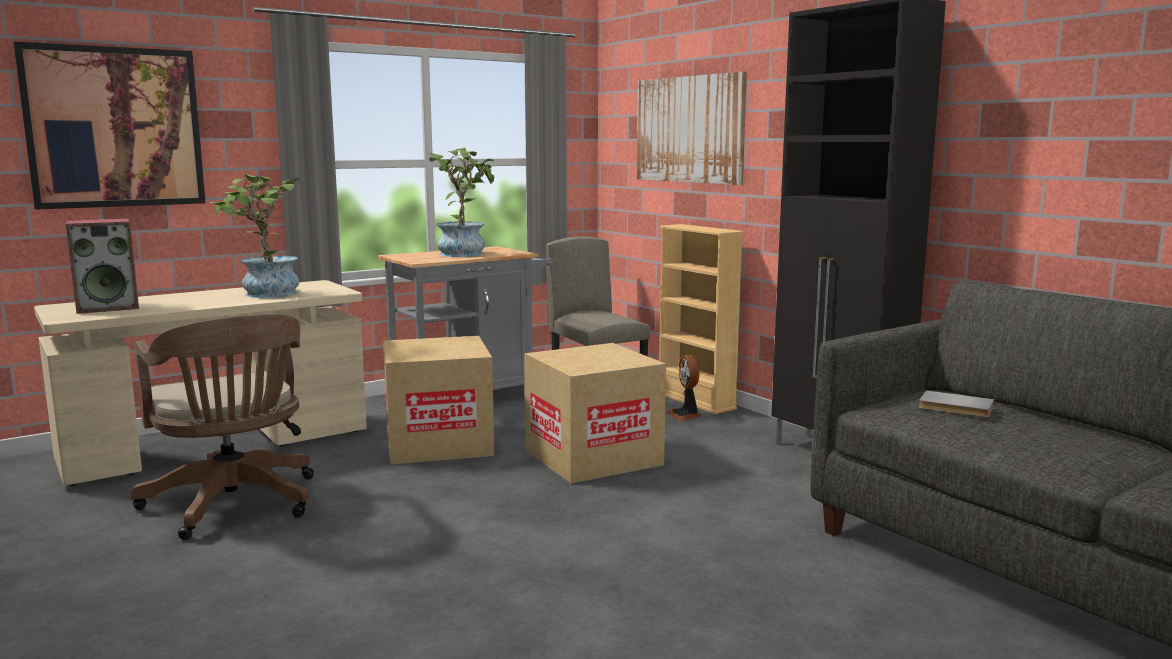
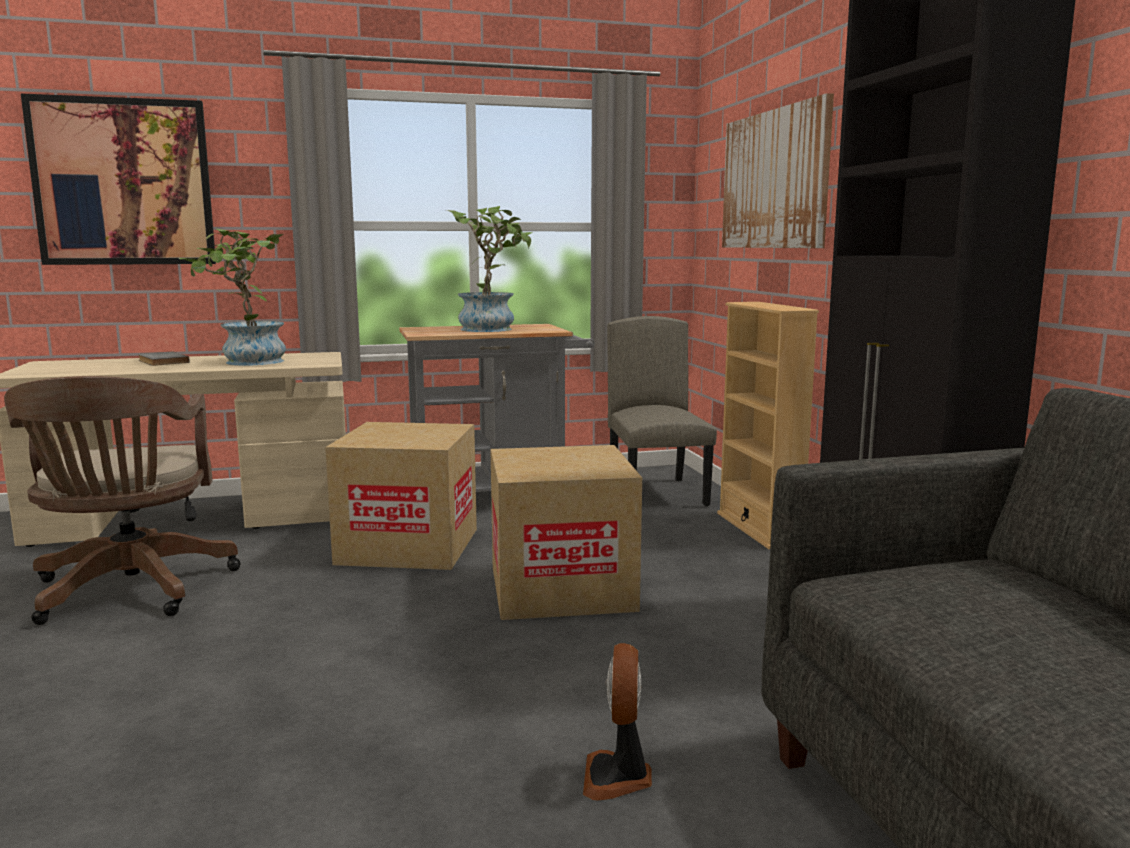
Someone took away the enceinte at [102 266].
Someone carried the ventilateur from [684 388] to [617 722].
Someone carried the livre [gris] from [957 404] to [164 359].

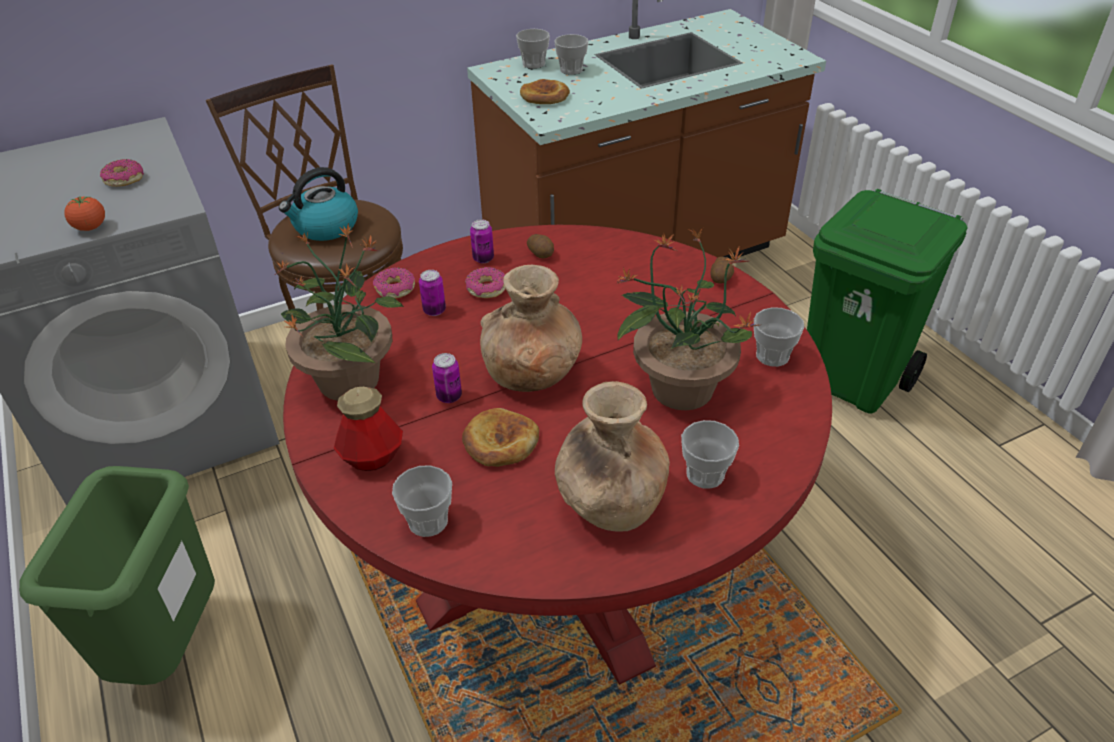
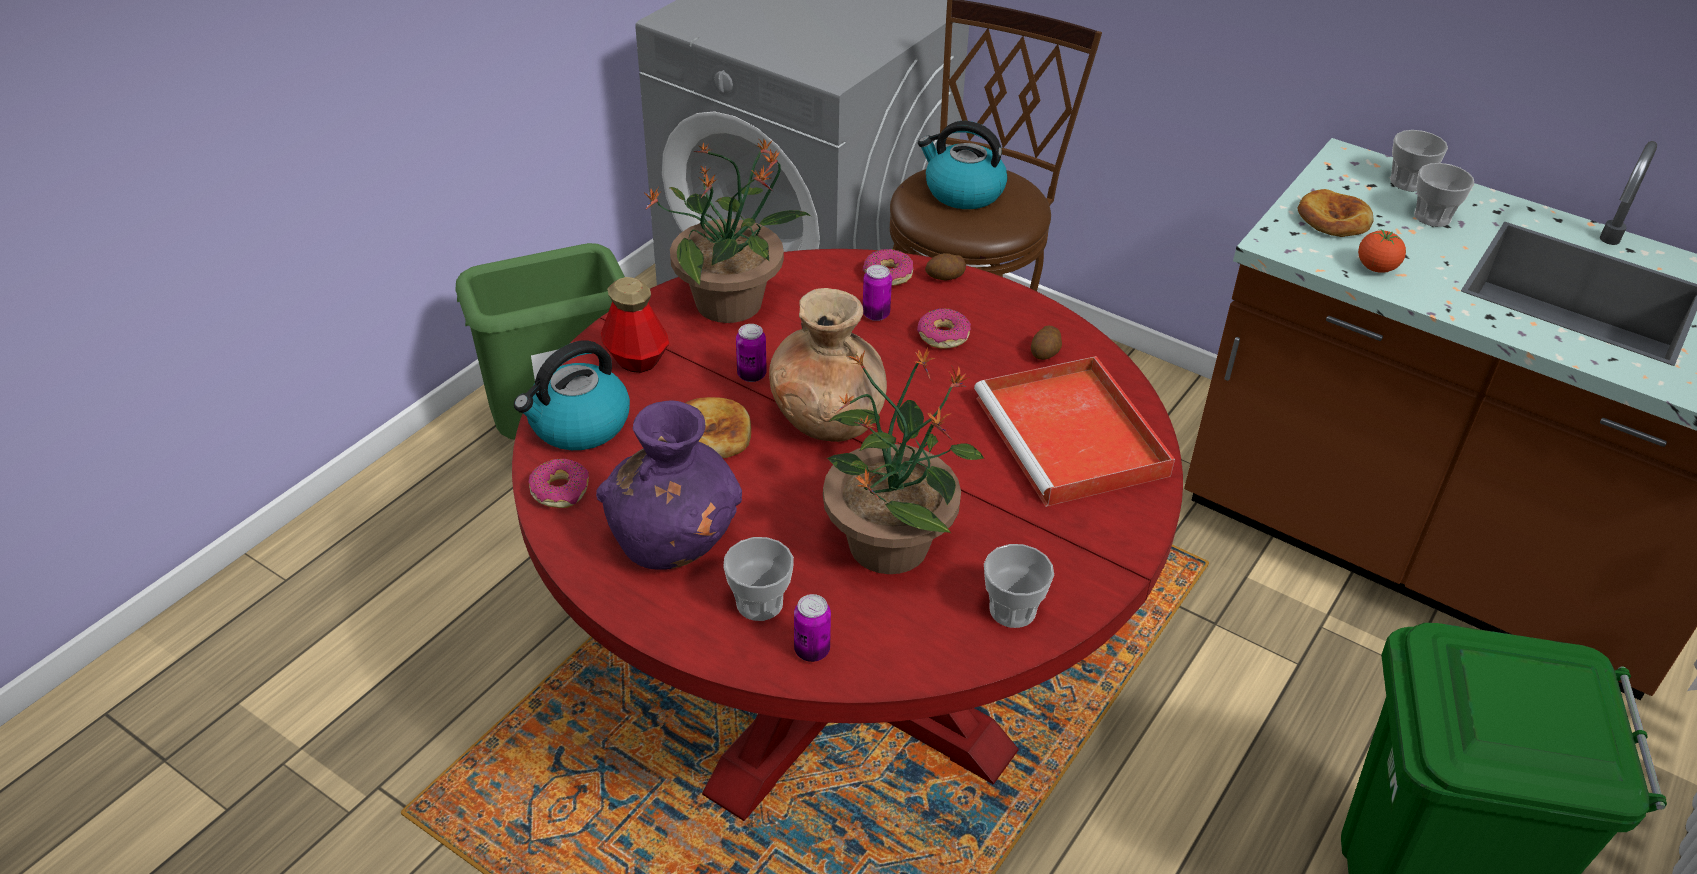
Someone carried the tomate from [84 213] to [1382 251].
Someone carried the beignet from [122 173] to [558 483].
Someone swapped the tasse at [422 501] for the bouilloire at [572 395].
Someone carried the boîte métallique from [482 241] to [812 628].
Someone repainted the vase [marron] at [612 456], which became the vase [violet] at [669 485].
Someone carried the pomme de terre from [722 270] to [945 266].
Someone put down the plateau [rouge] at [1074 431].

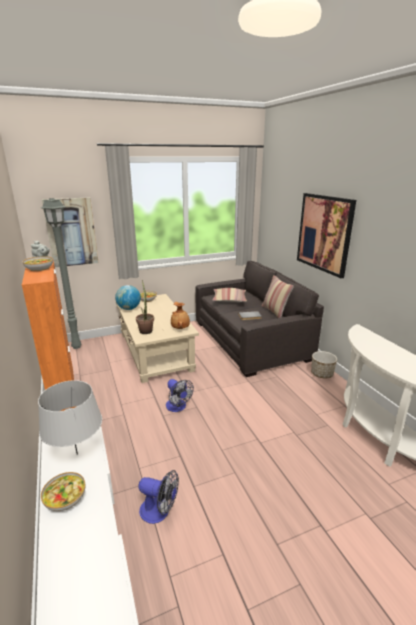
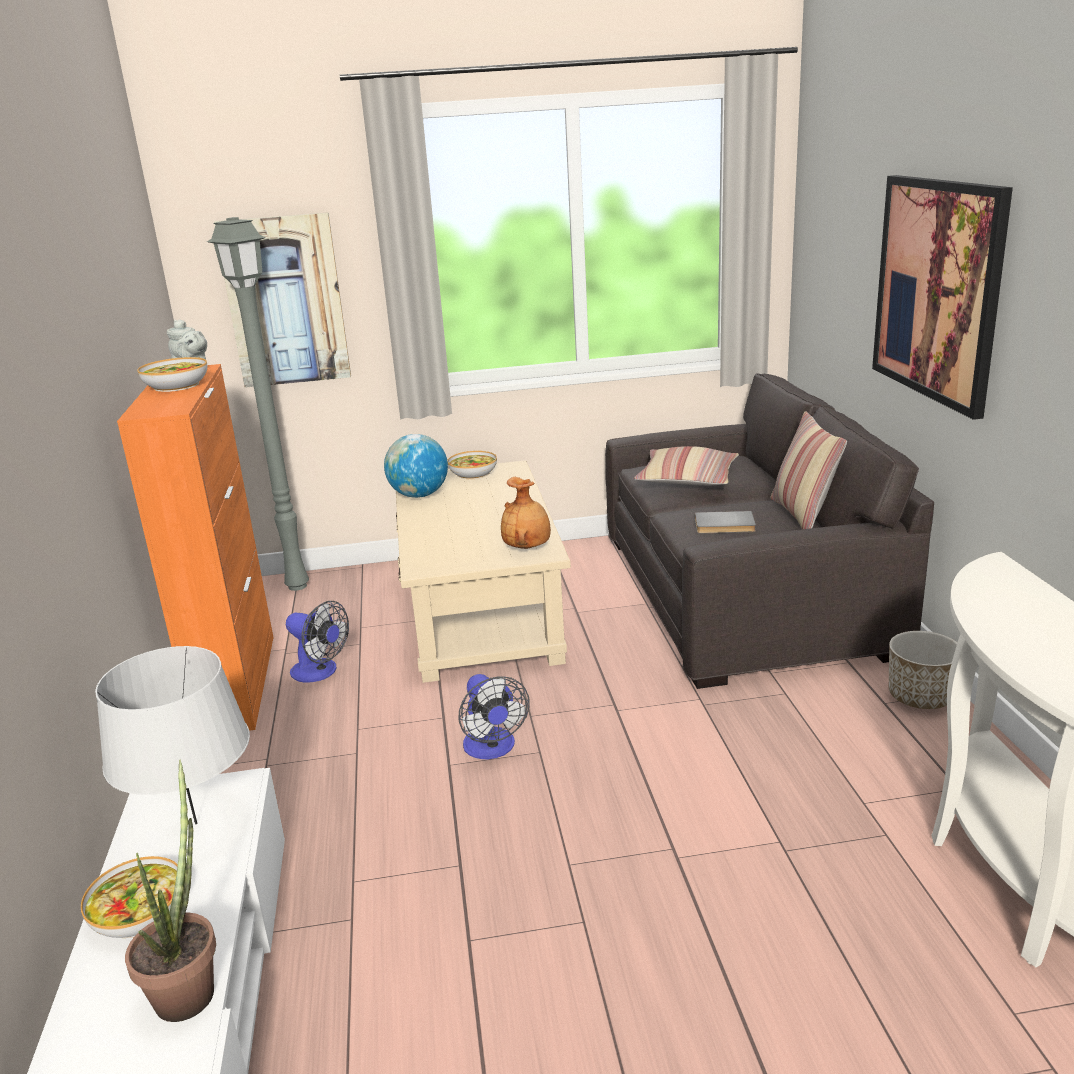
Someone carried the plante en pot from [145 307] to [170 891].
Someone carried the ventilateur from [158 497] to [317 642].

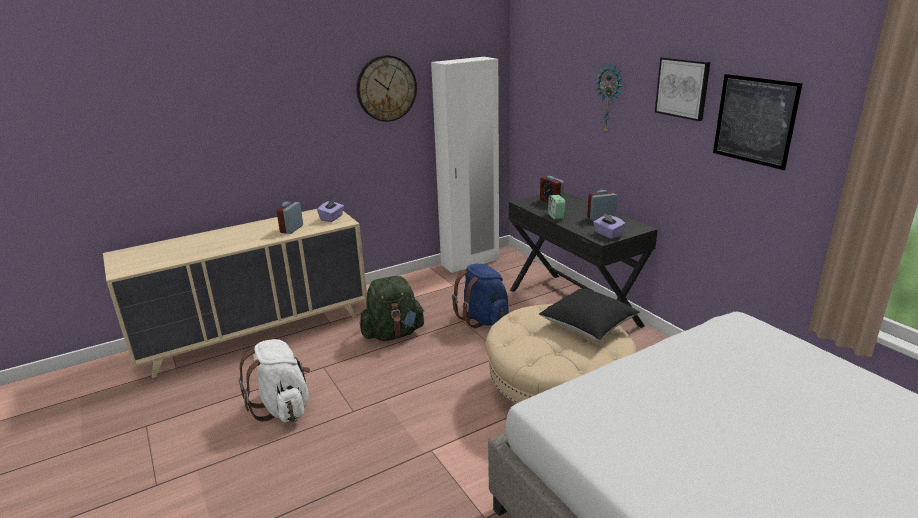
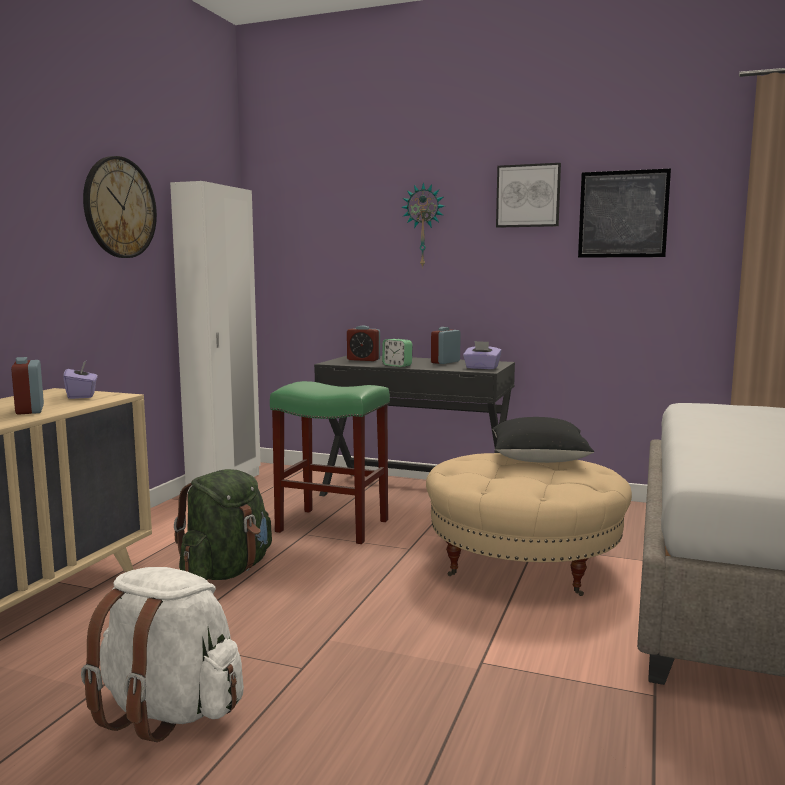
Someone swapped the sac à dos [bleu] at [480 296] for the tabouret [vert] at [330 462].

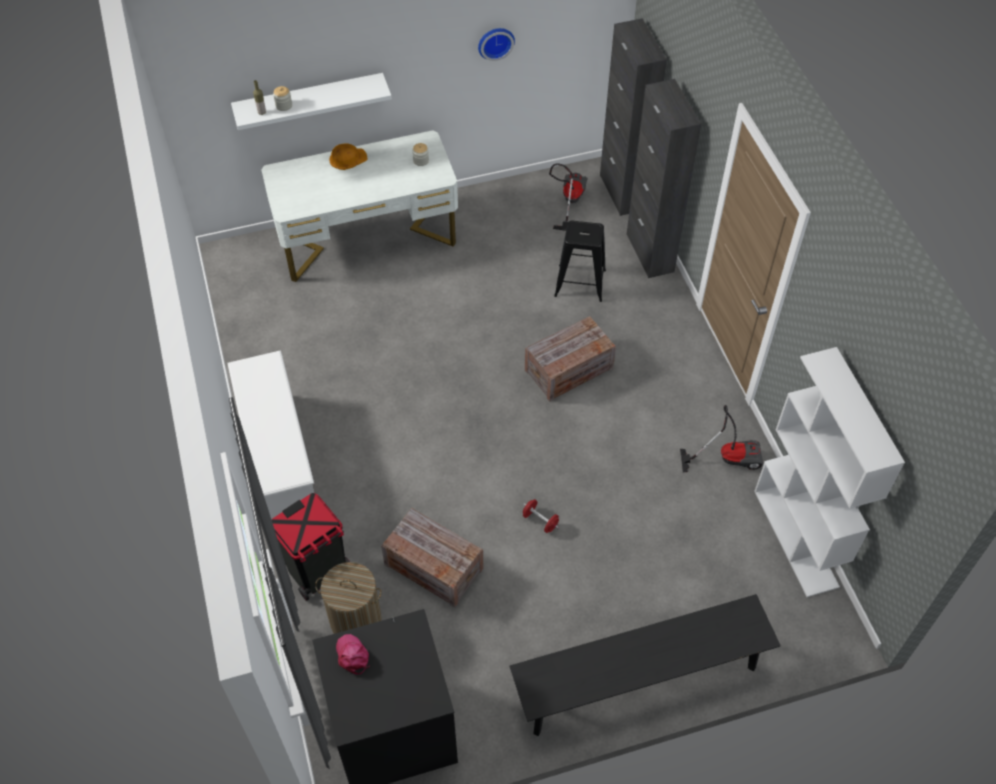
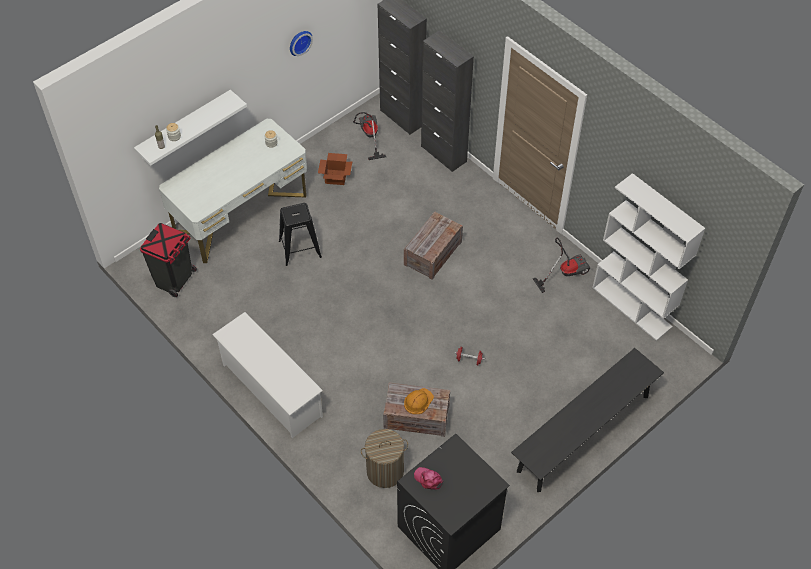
Someone carried the poubelle [noir] from [310 547] to [168 260].
Someone carried the casque de chantier [orange] from [348 156] to [419 401].
Someone carried the tabouret [noir] from [580 261] to [300 234].
Someone put down the carton at [335 169].

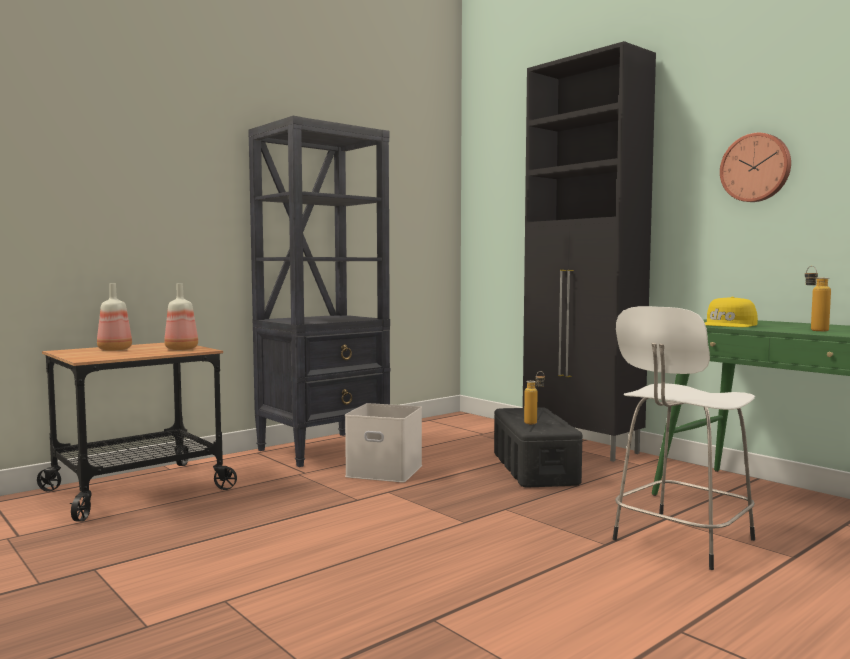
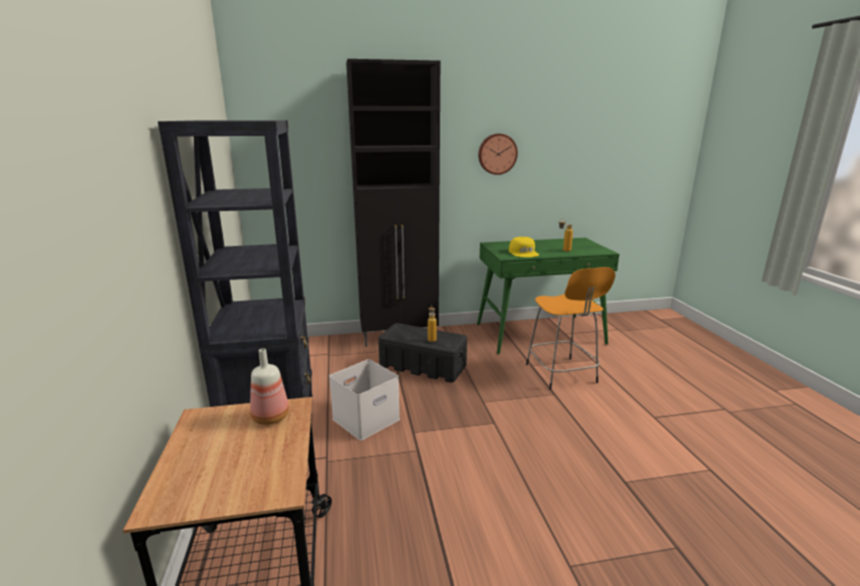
Someone took away the bouteille at [114 317].
Someone repainted the tabouret [blanc] at [684 438], which became the tabouret [orange] at [570 328].

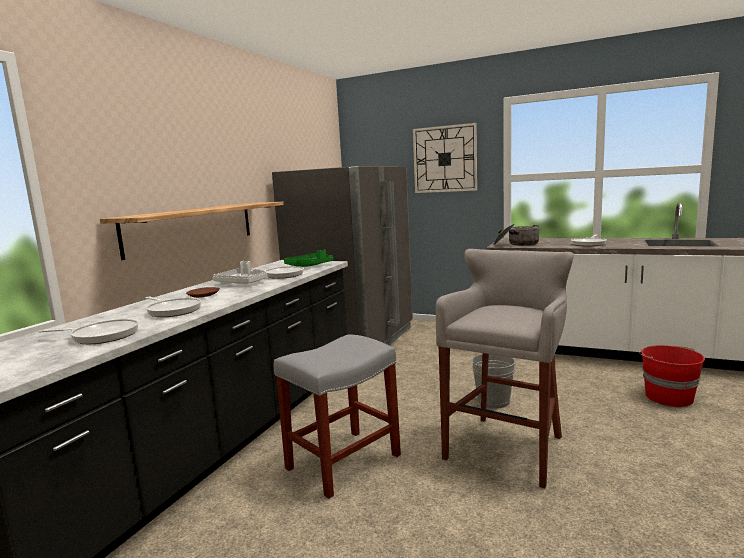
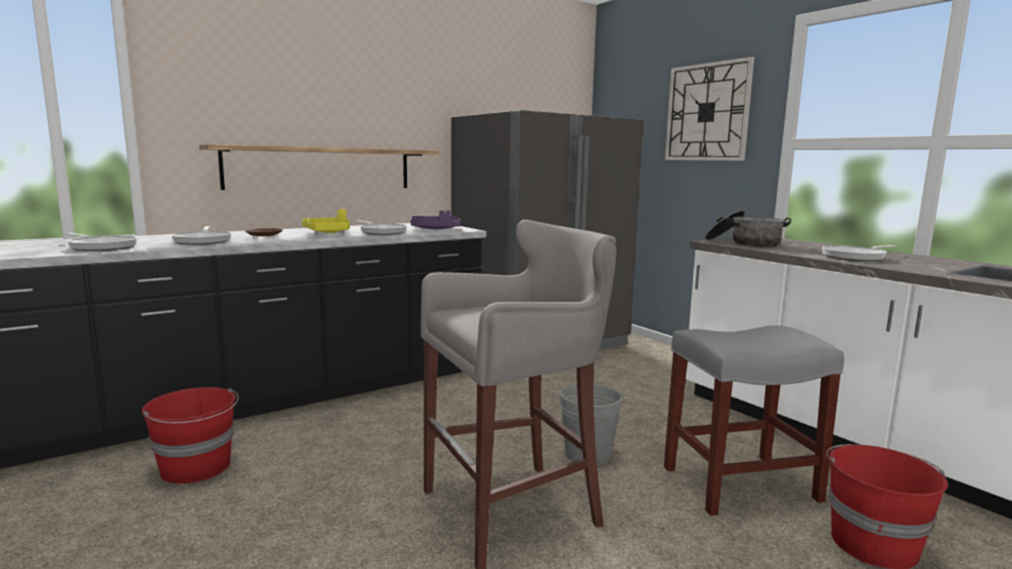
Someone repainted the plateau [gris] at [240 272], which became the plateau [jaune] at [326 221].
Someone carried the tabouret [gris] from [337 416] to [754 420].
Someone repainted the plateau [vert] at [308 258], which became the plateau [violet] at [435 219].
Someone put down the seau [rouge] at [190 435].

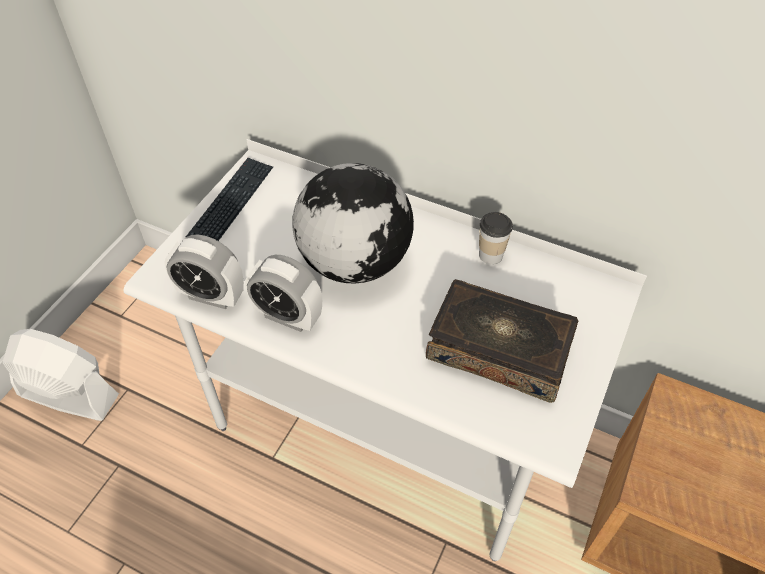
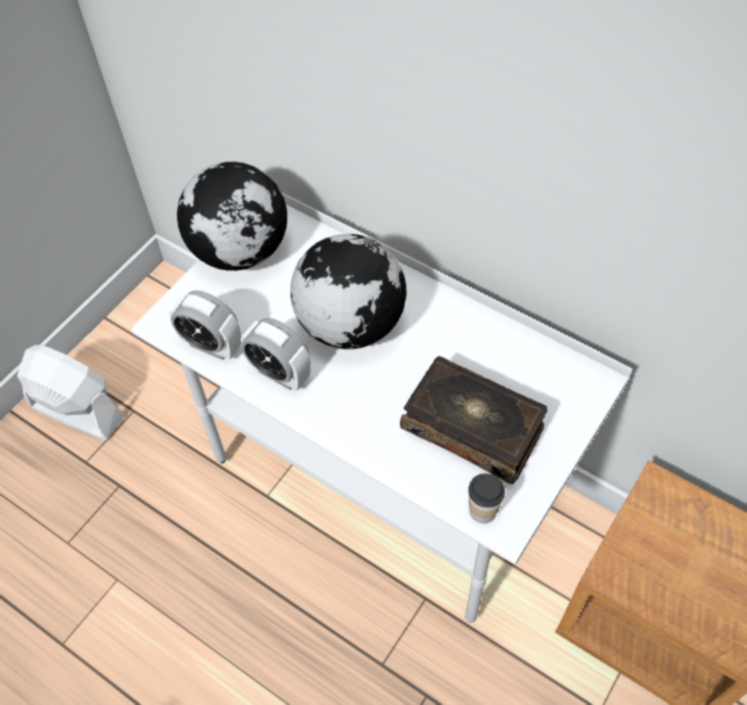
Someone swapped the clavier at [229 199] for the globe at [232 216].
Someone carried the tasse from [496 238] to [486 499].

